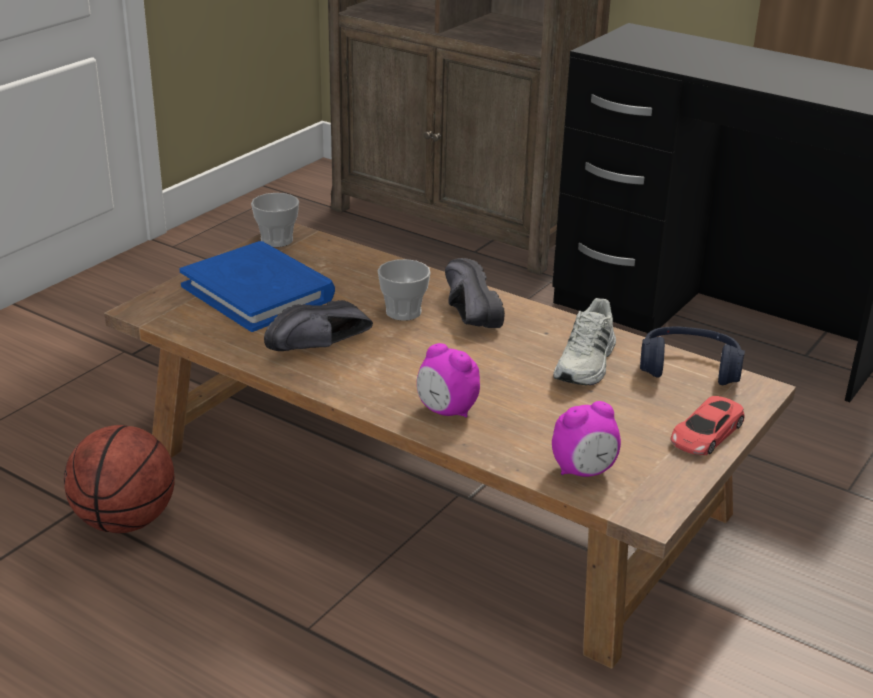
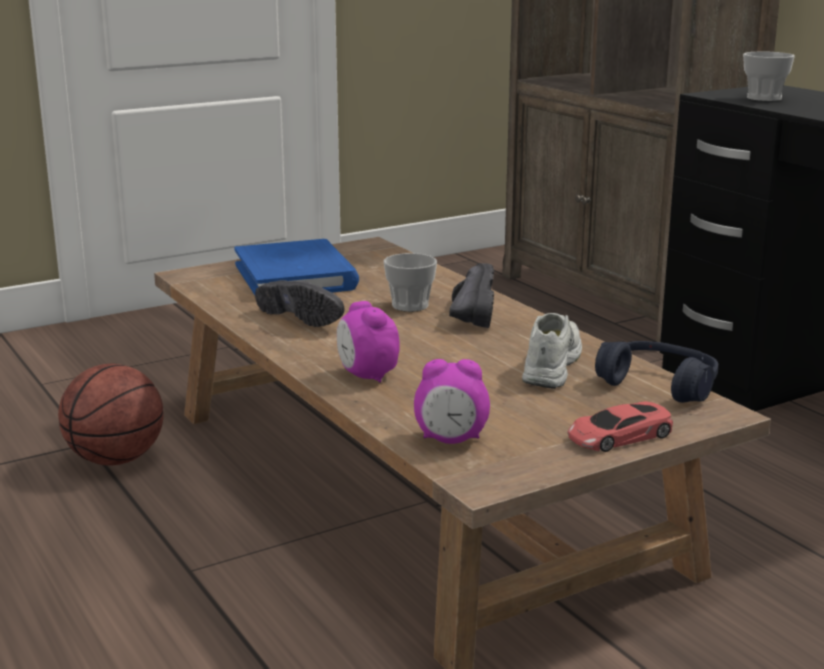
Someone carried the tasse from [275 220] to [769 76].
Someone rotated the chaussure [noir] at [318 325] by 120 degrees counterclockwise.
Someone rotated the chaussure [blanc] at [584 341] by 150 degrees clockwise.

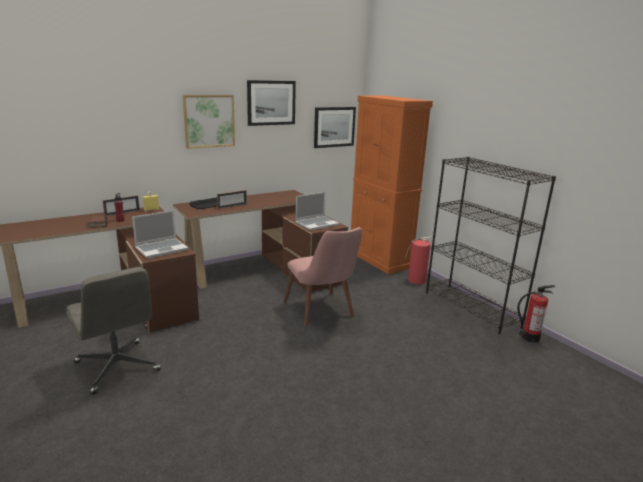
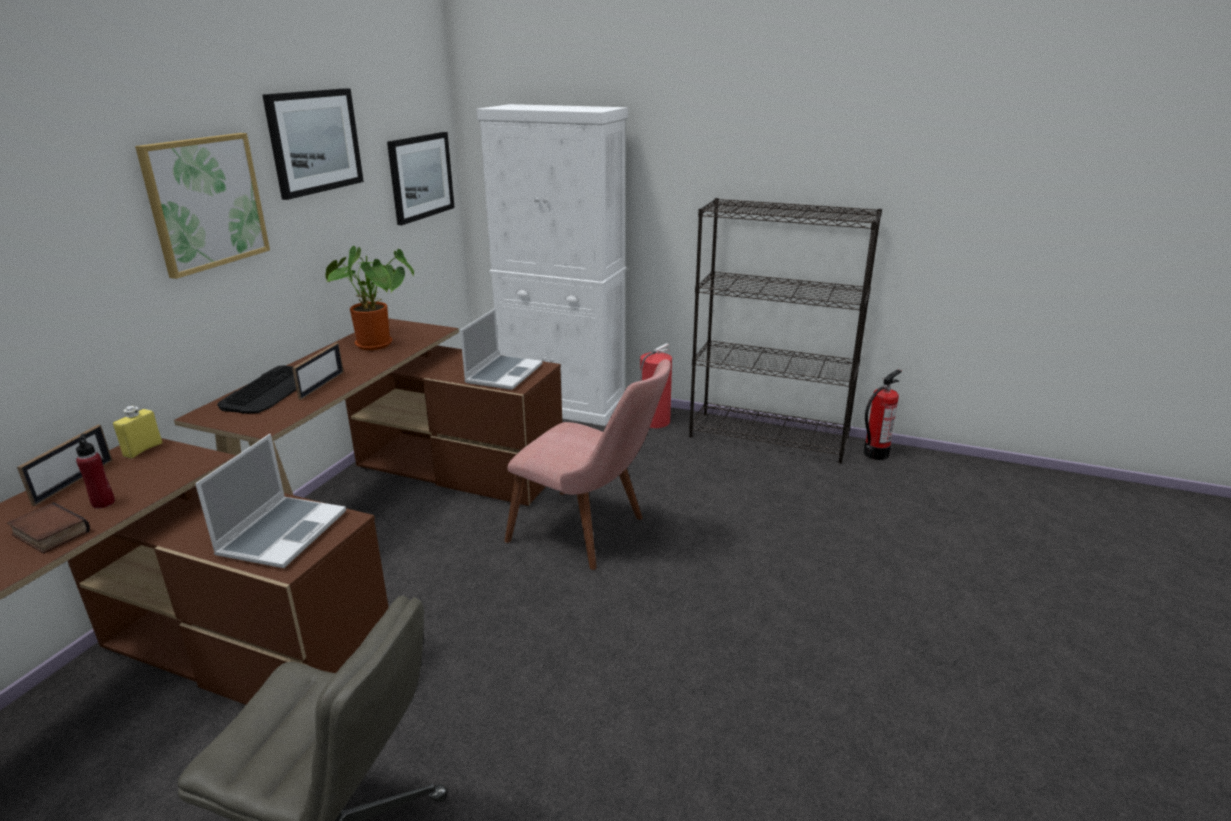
Someone repainted the meuble de rangement [orange] at [392 185], which became the meuble de rangement [blanc] at [552 265].
Someone put down the plante en pot at [369 298].

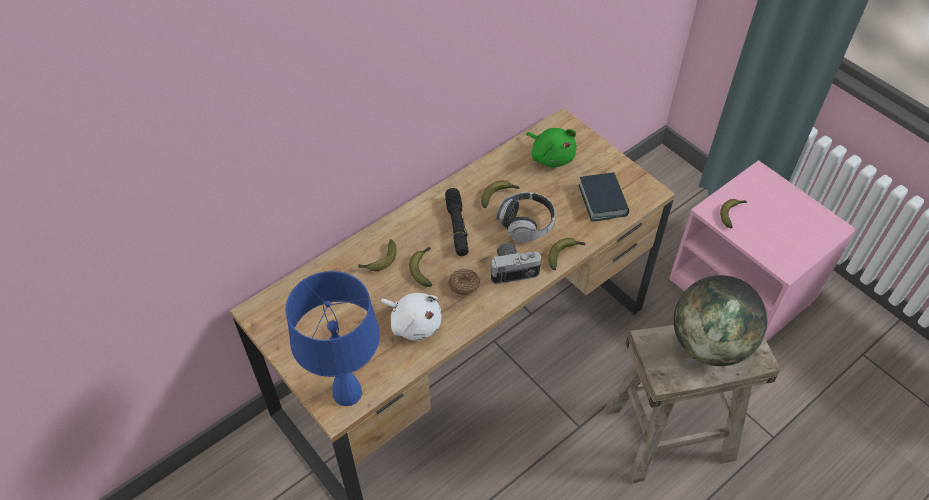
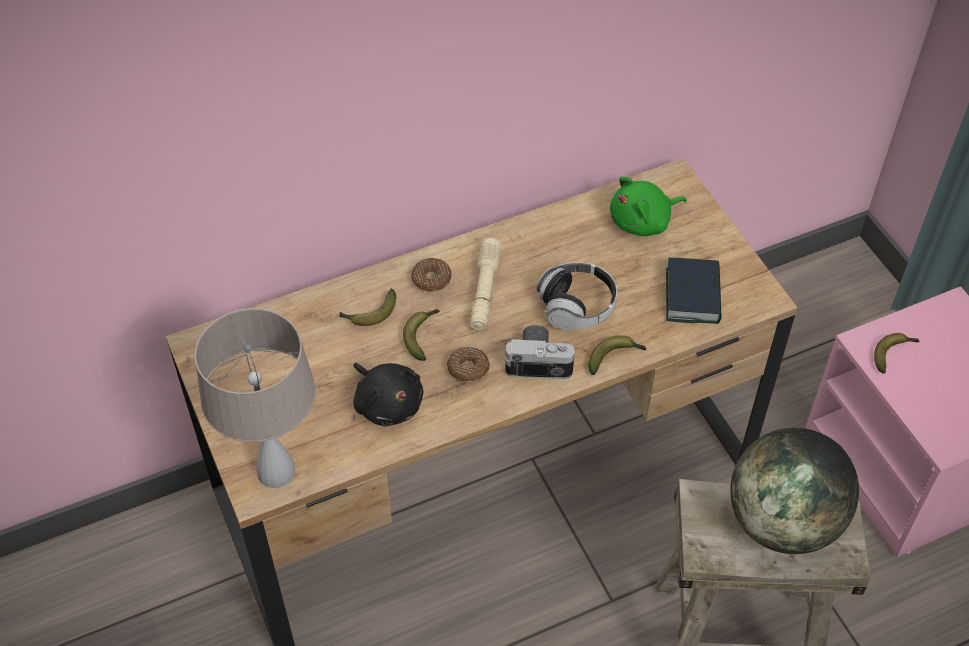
Someone repainted the lampe de table [bleu] at [332 338], which became the lampe de table [beige] at [255 398].
Someone repainted the peluche [blanc] at [411 317], which became the peluche [noir] at [388 395].
Someone repainted the lampe de poche [noir] at [457 222], which became the lampe de poche [beige] at [485 284].
Someone took away the banane at [500 194].
Someone rotated the peluche [vert] at [551 148] by 90 degrees clockwise.
Someone put down the beignet at [432 275].

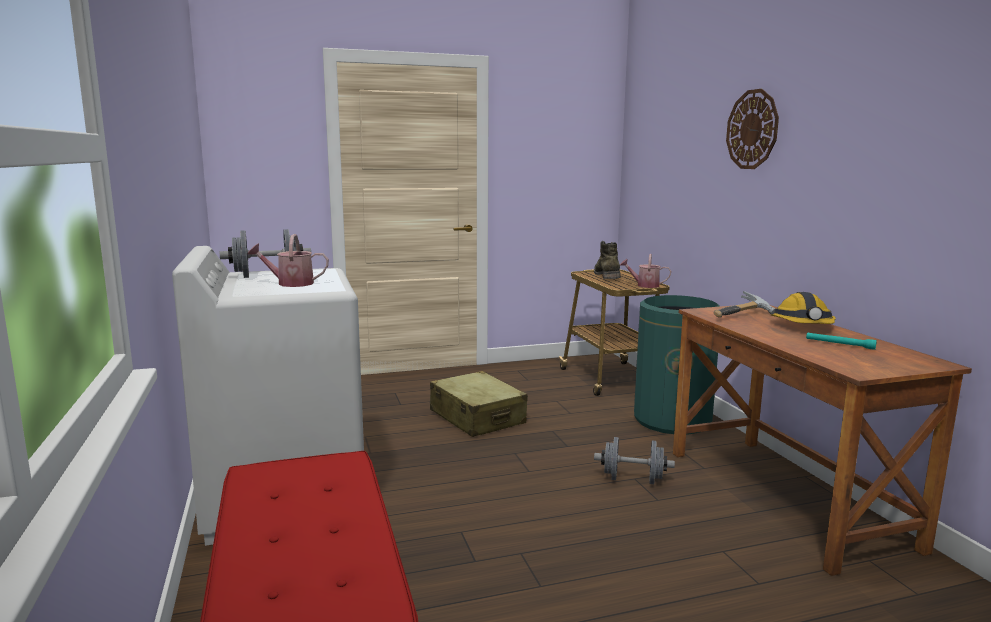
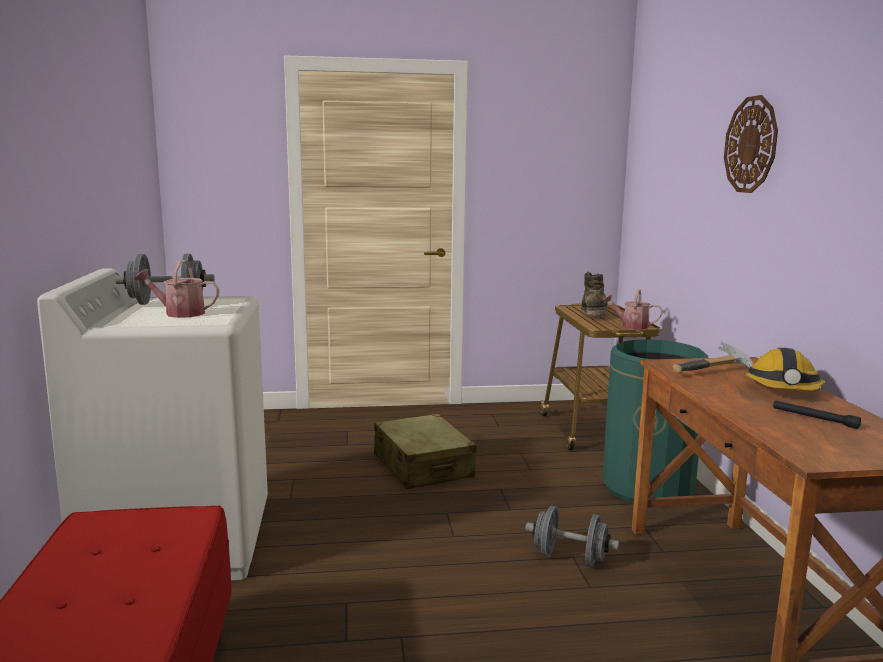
Someone repainted the lampe de poche [turquoise] at [841 341], which became the lampe de poche [noir] at [817 415].

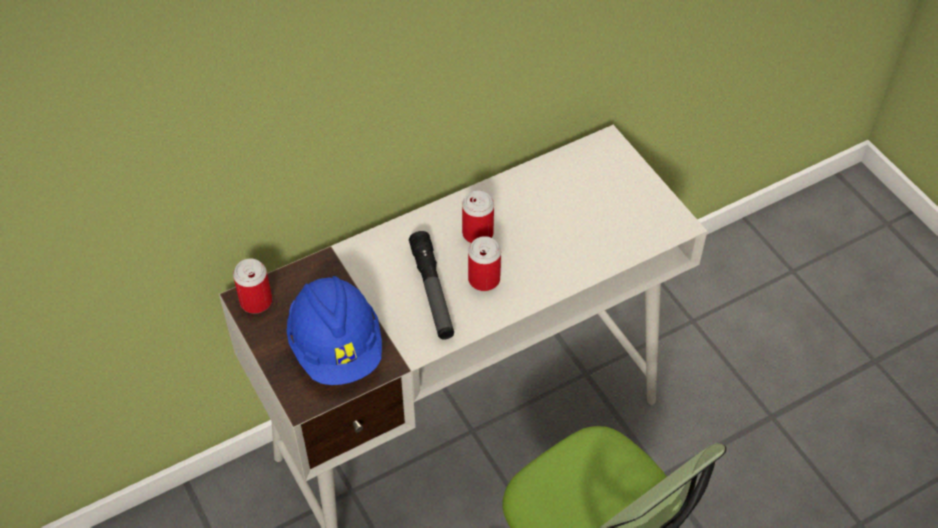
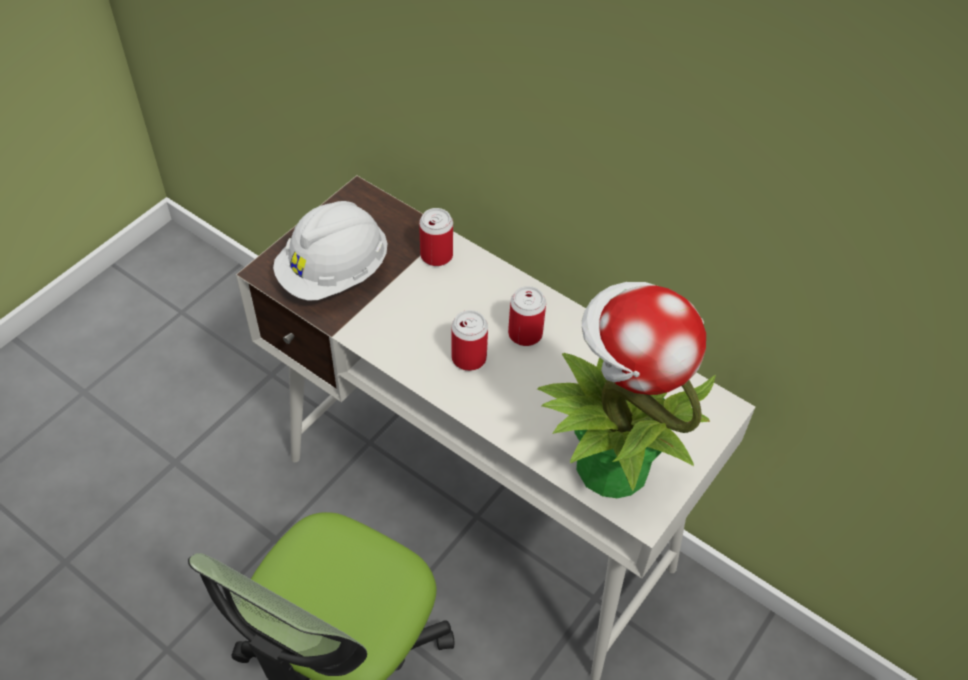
Someone carried the boîte métallique from [252 286] to [436 237].
Someone repainted the casque de chantier [bleu] at [334 330], which became the casque de chantier [blanc] at [330 250].
Someone took away the lampe de poche at [431 285].
Someone put down the plante en pot at [626 390].

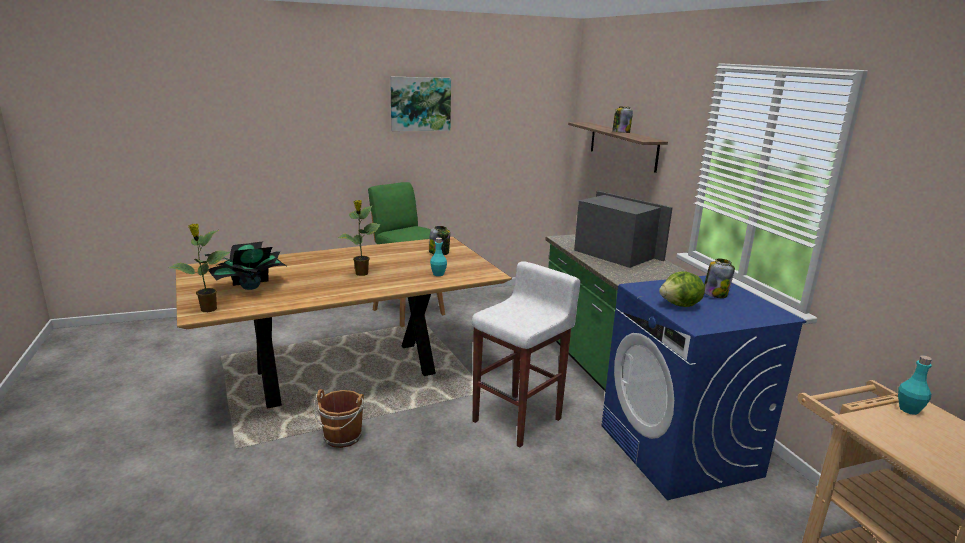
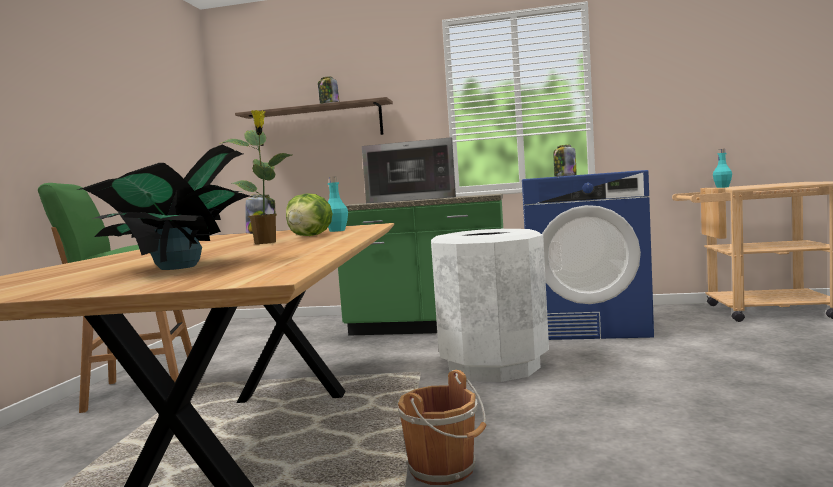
Someone took away the plante en pot at [199 268].
Someone took away the tableau at [420 104].
Someone swapped the tabouret [blanc] at [526 354] for the poubelle [blanc] at [490 305].
Someone rotated the micro-ondes at [623 229] by 150 degrees counterclockwise.
Someone carried the laitue from [682 289] to [309 214].

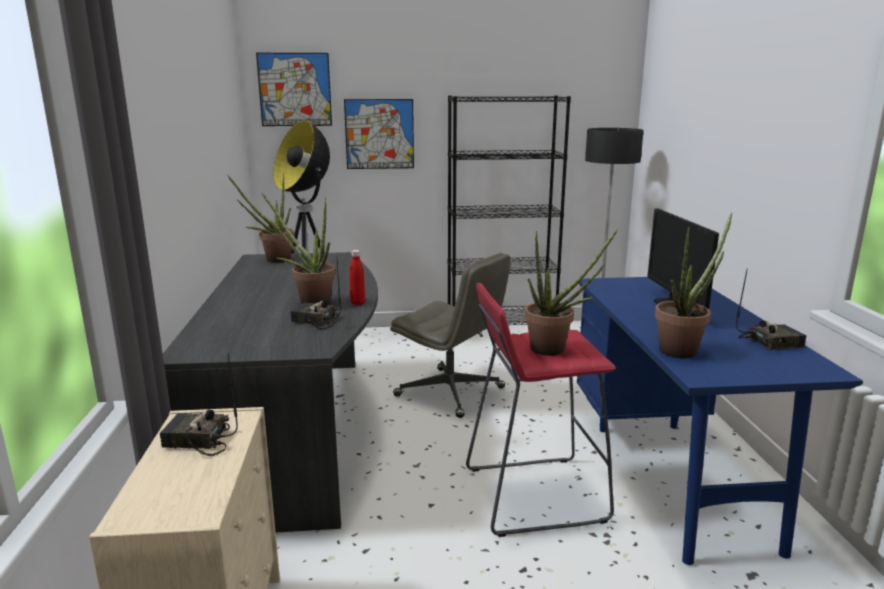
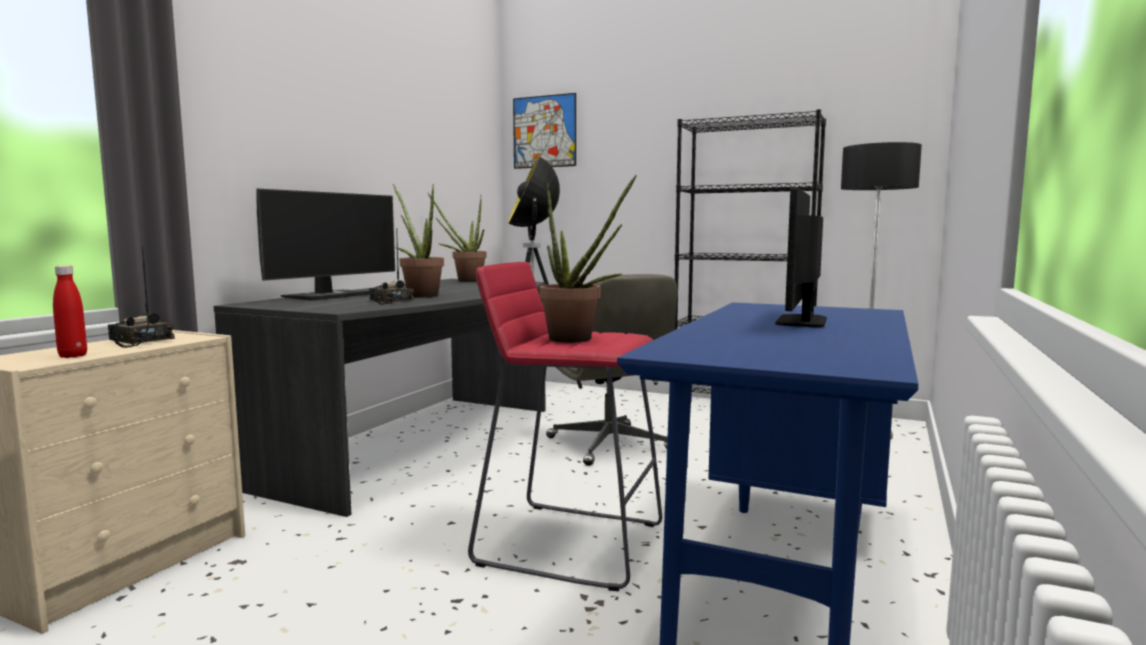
Someone took away the tableau at [379 134].
Someone carried the bouteille [rouge] from [357 277] to [70 311].
Someone took away the plante en pot at [693 286].
Someone took away the radio at [771 309].
Someone put down the écran d'ordinateur at [325 245].

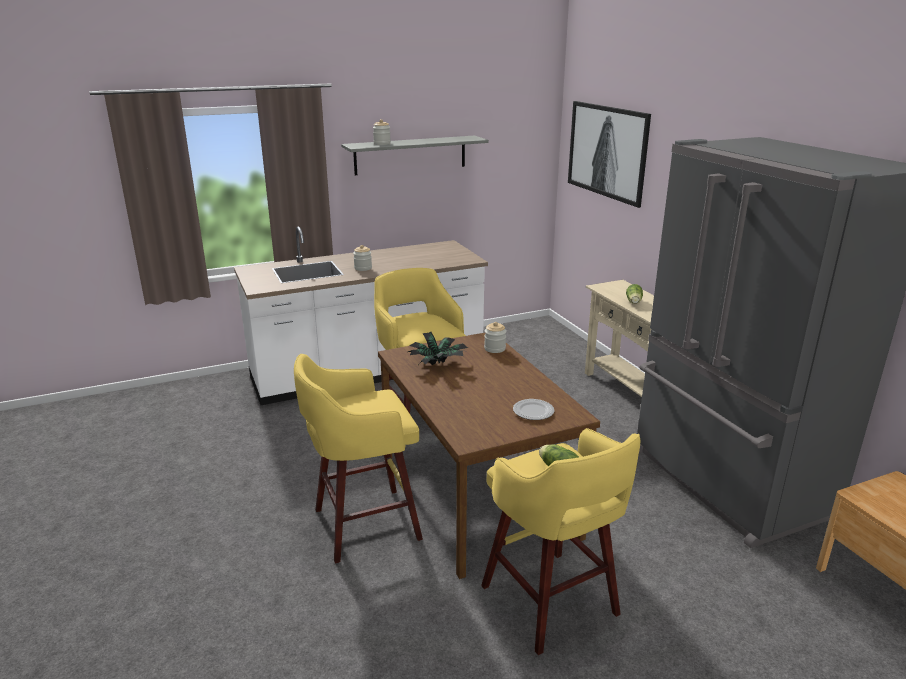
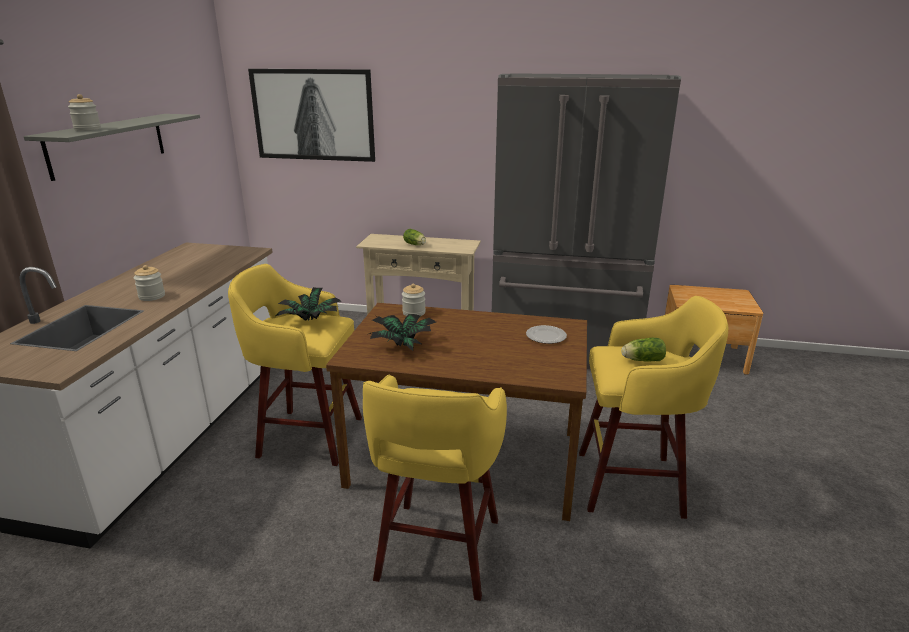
Someone put down the plante en pot at [308 304].

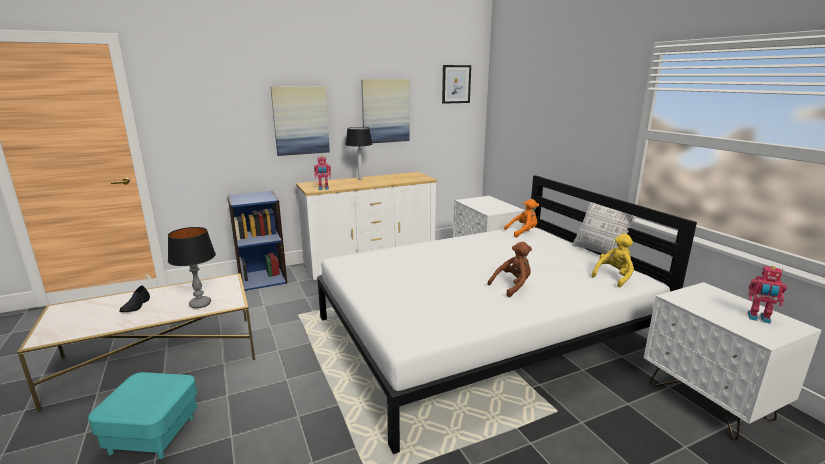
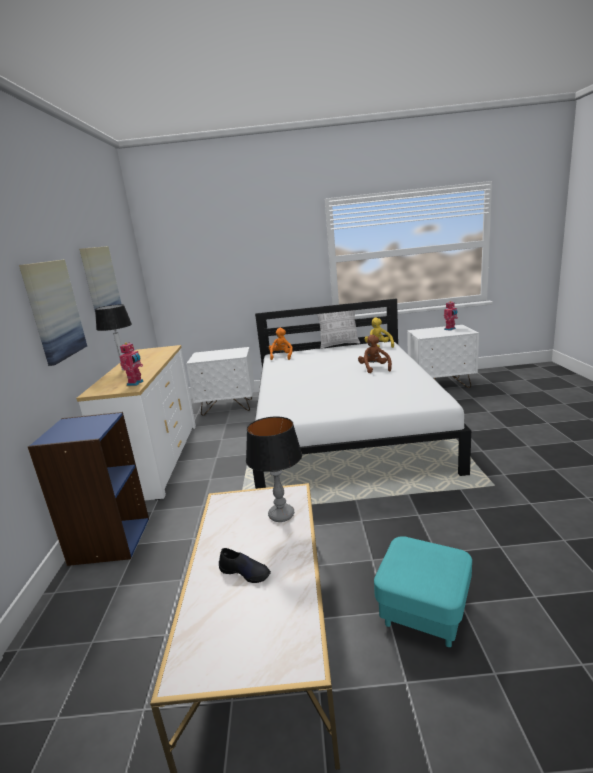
Someone took away the tableau at [456 84].

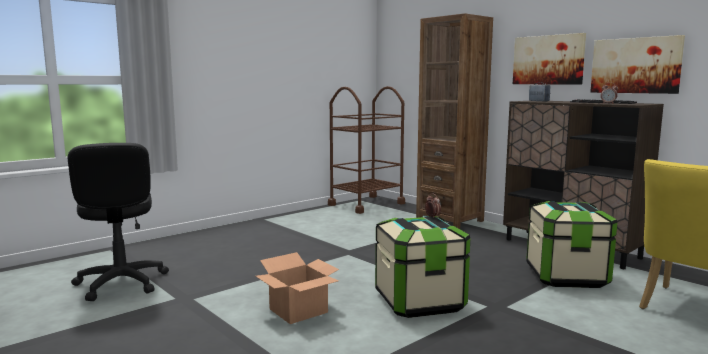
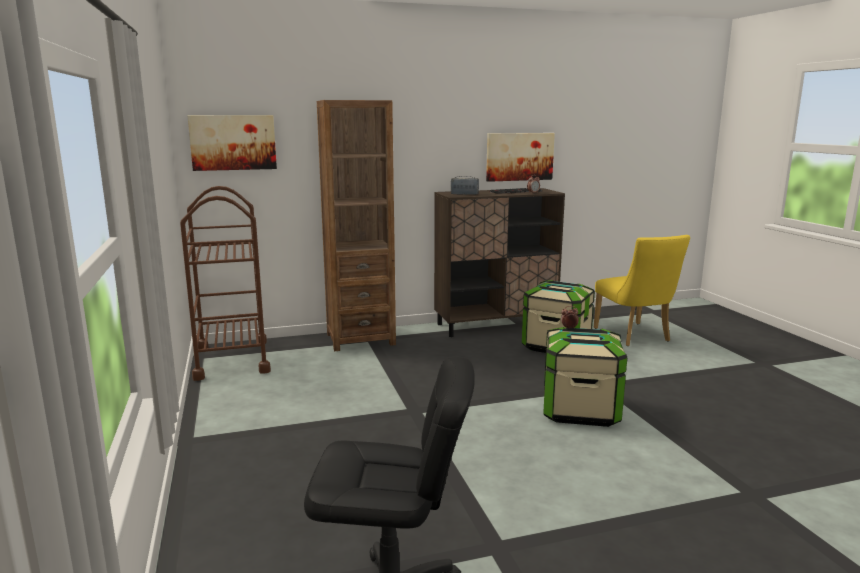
Someone took away the carton at [297 288].
Someone carried the tableau from [549 58] to [232 143].

